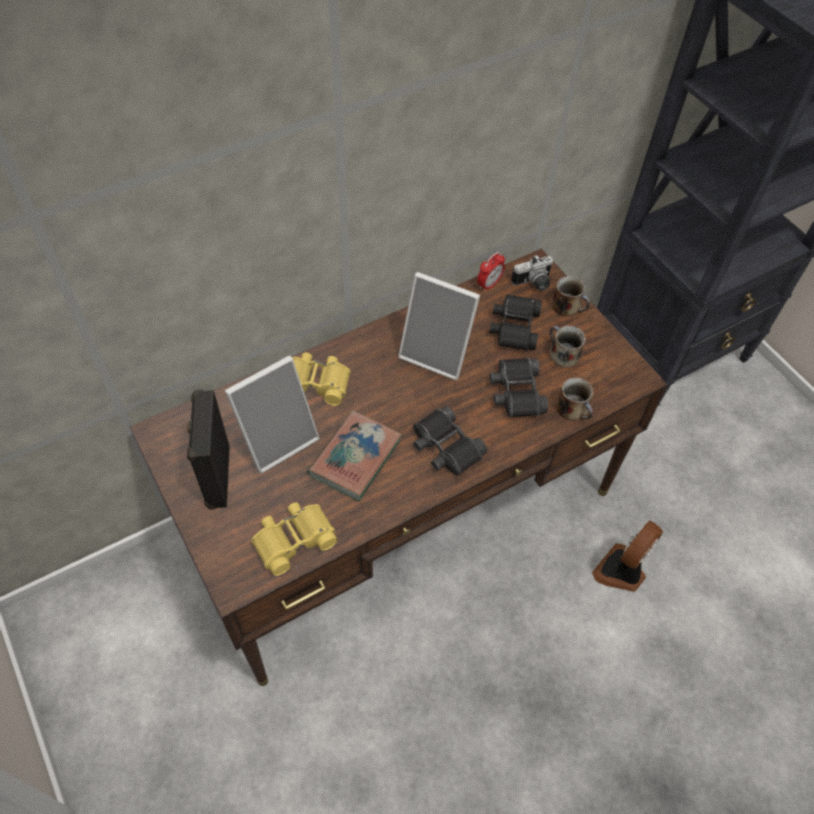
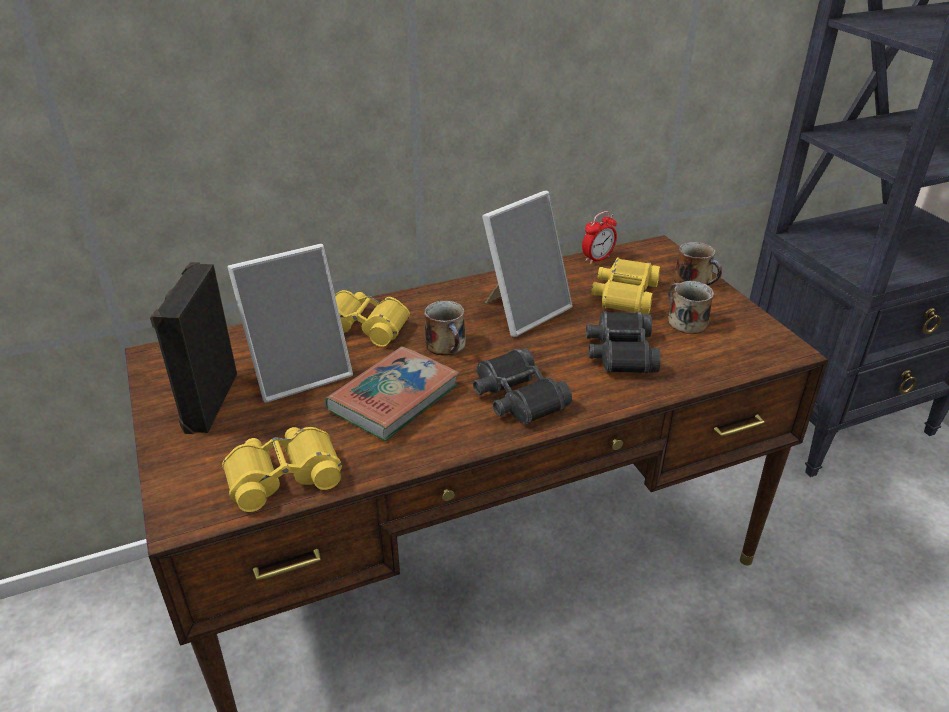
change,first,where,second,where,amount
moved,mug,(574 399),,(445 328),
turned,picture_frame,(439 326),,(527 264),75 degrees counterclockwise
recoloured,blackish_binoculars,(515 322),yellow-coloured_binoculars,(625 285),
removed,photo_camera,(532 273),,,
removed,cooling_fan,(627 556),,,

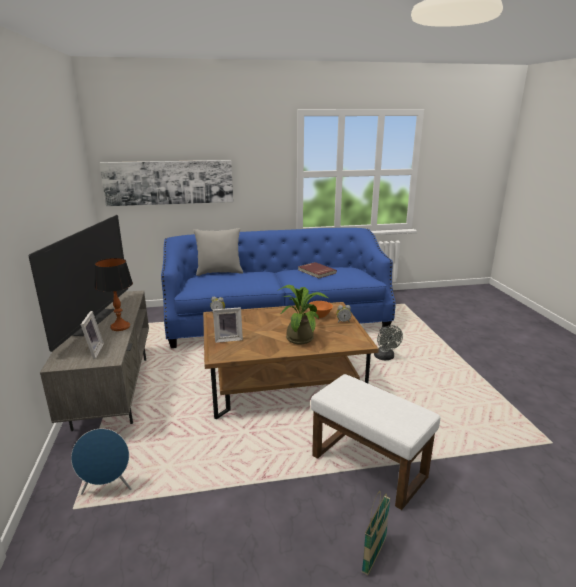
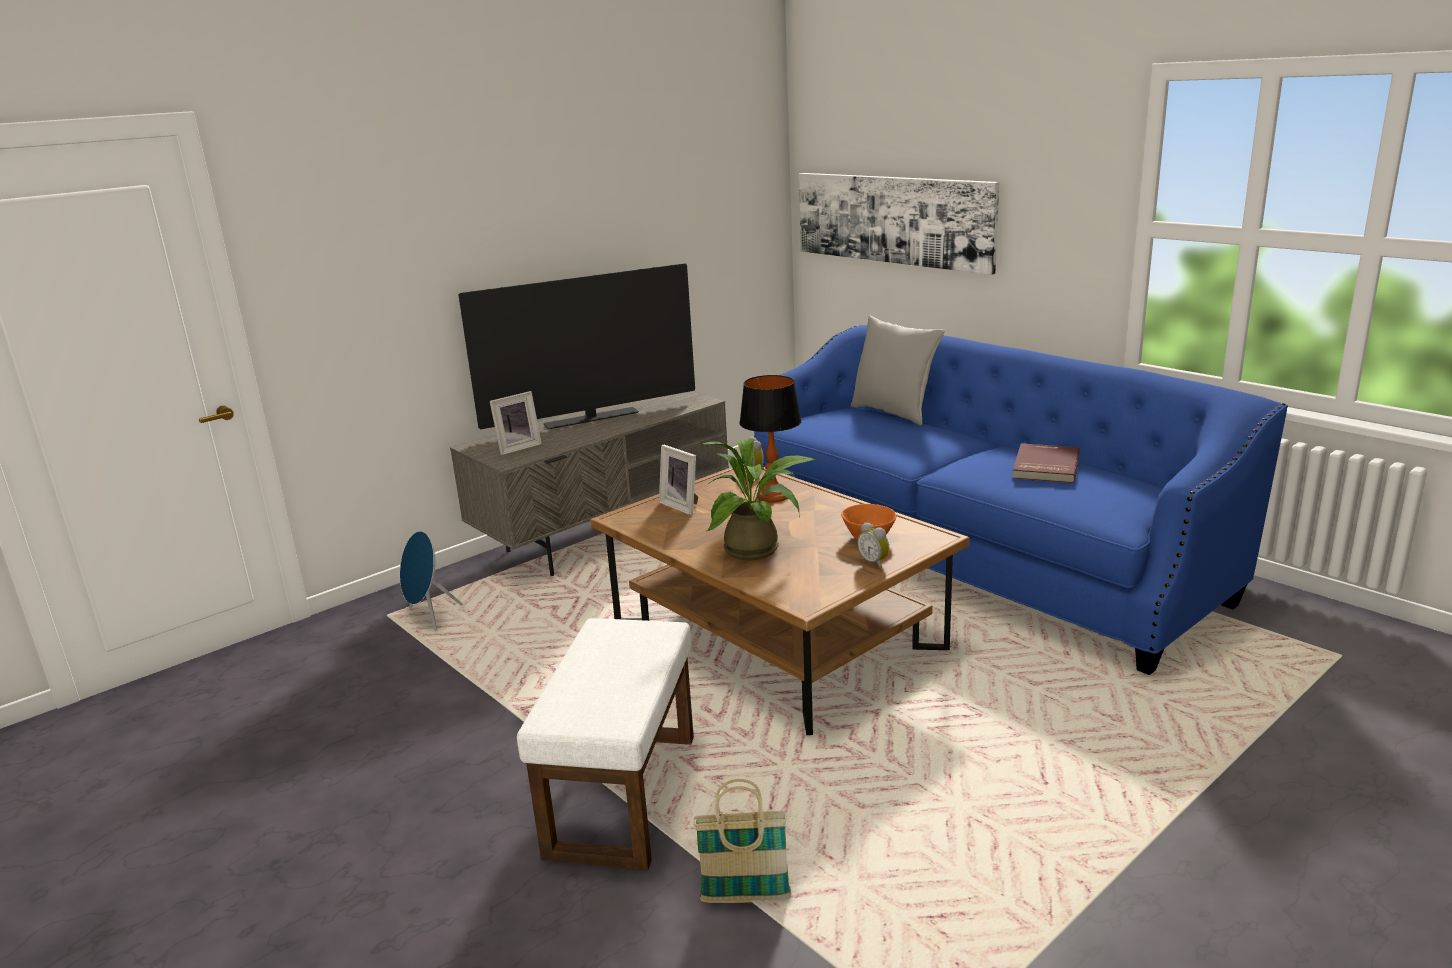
change,first,where,second,where,amount
moved,household_basket,(376 533),,(742 841),
moved,tabletop_lamp,(114 294),,(770 438),
removed,greyish_cooling_fan,(388 342),,,

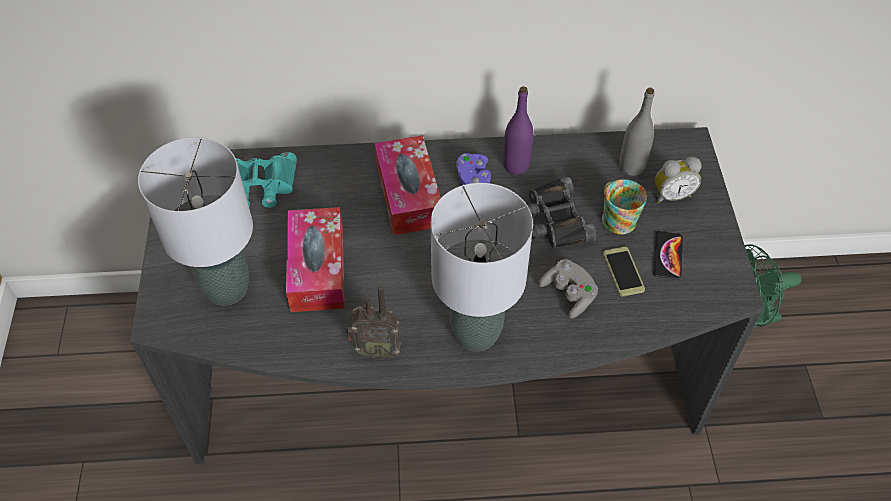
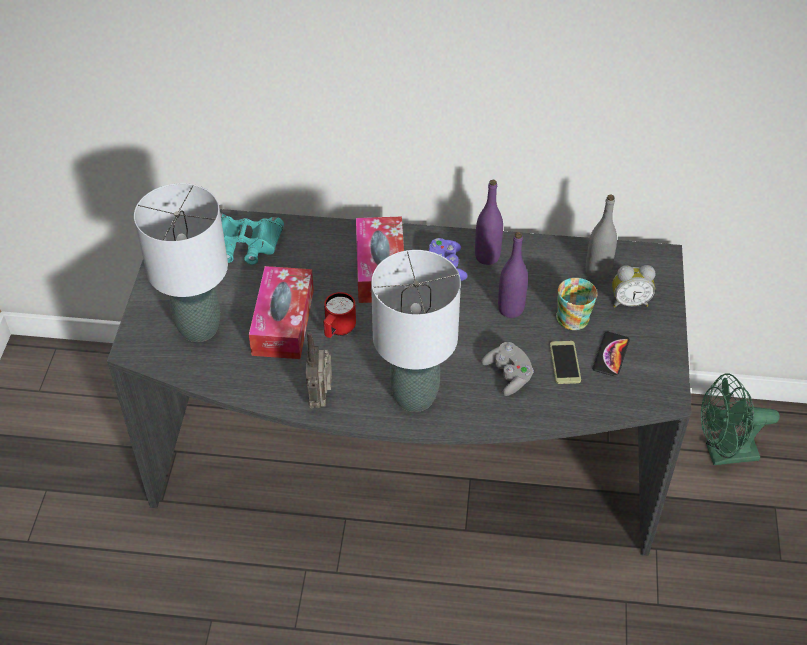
change,first,where,second,where,amount
turned,radio_set,(374 322),,(319 370),75 degrees clockwise
added,,,red-coloured_mug,(340 315),
replaced,blackish_binoculars,(561 212),purplish_beverage_bottle,(513 275),

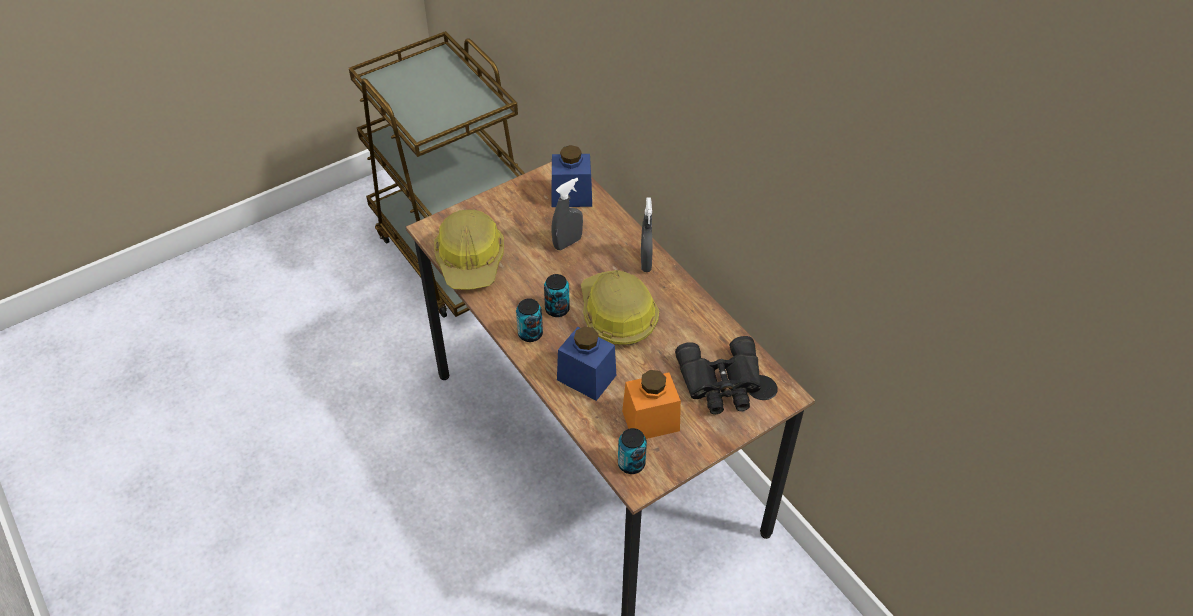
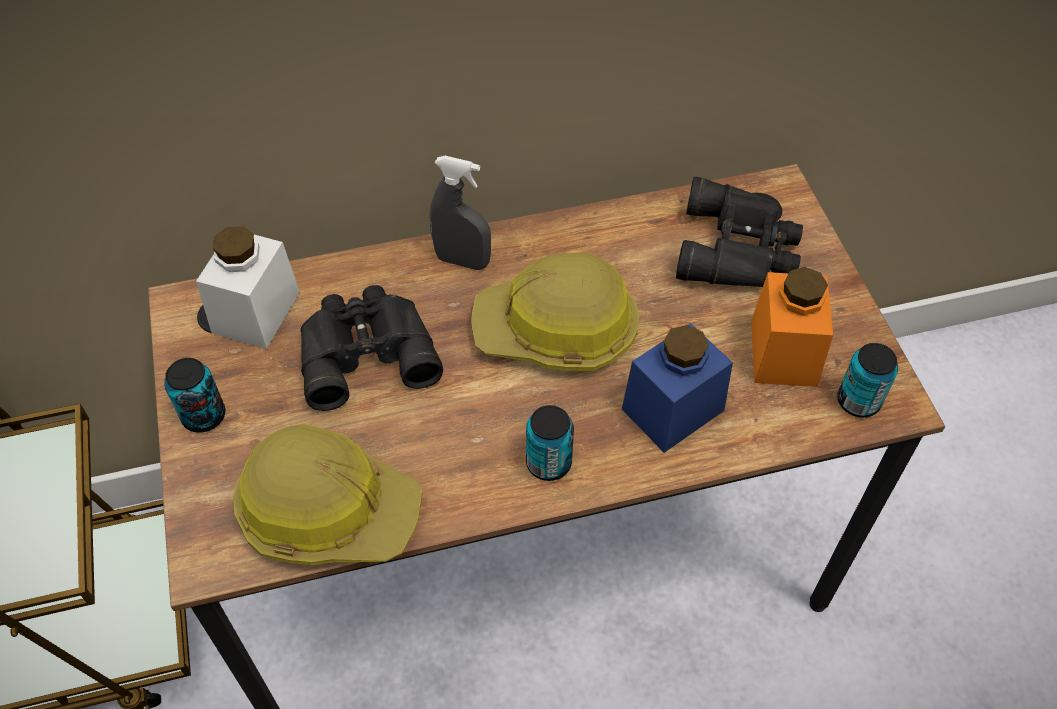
change,first,where,second,where,amount
moved,metal_can,(557 295),,(194 395),
recoloured,blue_storage_jar,(571 176),whitish_storage_jar,(248 287),
replaced,greyish_spray_bottle,(567 214),blackish_binoculars,(372 348),

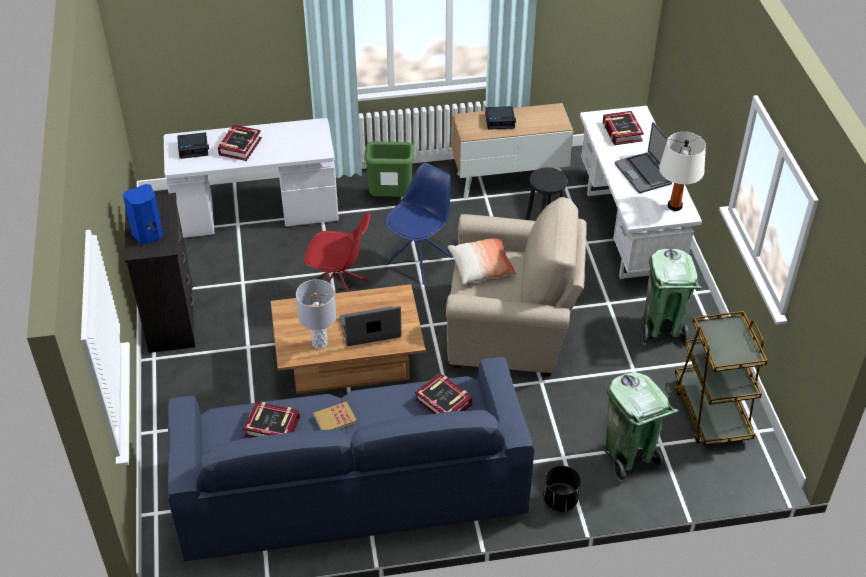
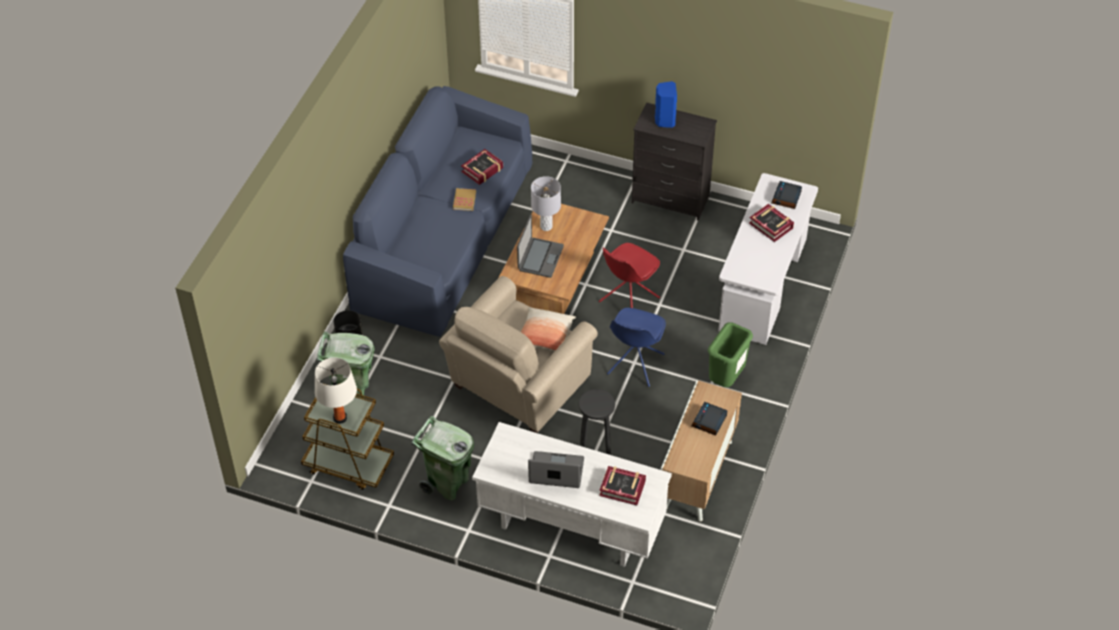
change,first,where,second,where,amount
moved,whitish_tabletop_lamp,(682 171),,(336 390),
turned,blue_plain_chair,(419 223),,(636 347),45 degrees clockwise
removed,book,(443 393),,,

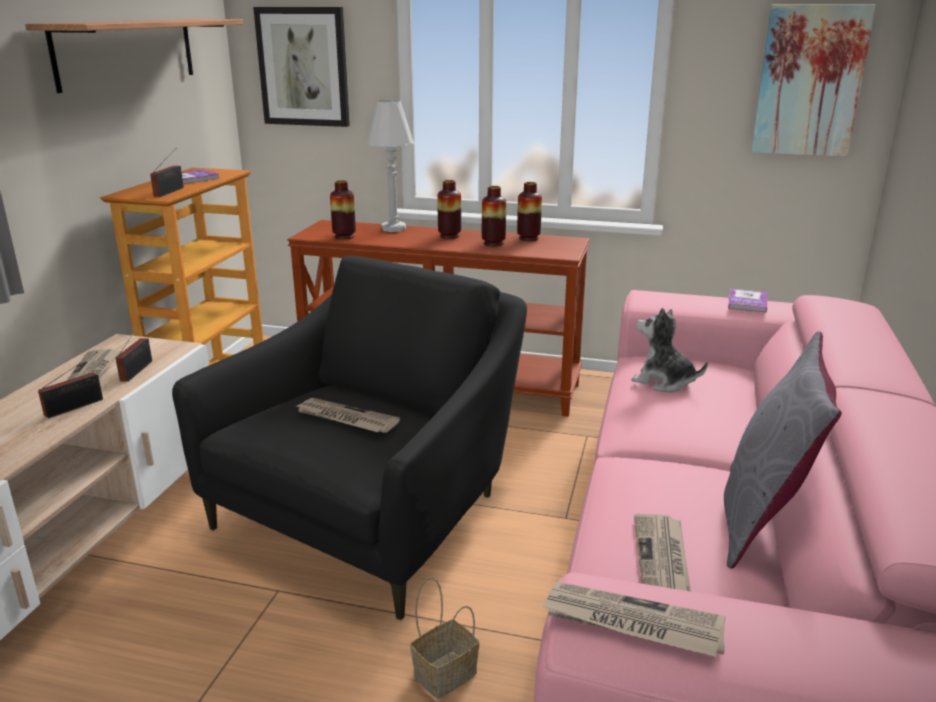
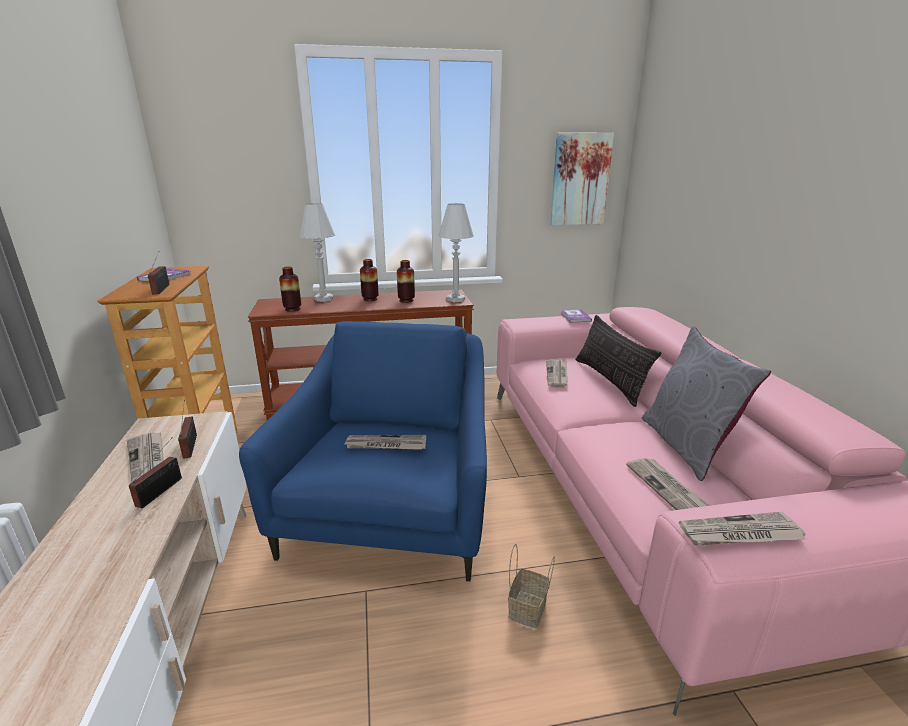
change,first,where,second,where,amount
recoloured,blackish_armchair,(349 438),blue_armchair,(363 451),
added,,,whitish_tabletop_lamp,(456 252),
replaced,plush_toy,(669 349),daily_paper,(557 373),
added,,,throw_pillow,(618 361),
removed,shelf,(134 56),,,
removed,wall_art,(301 67),,,
removed,vase,(529 211),,,

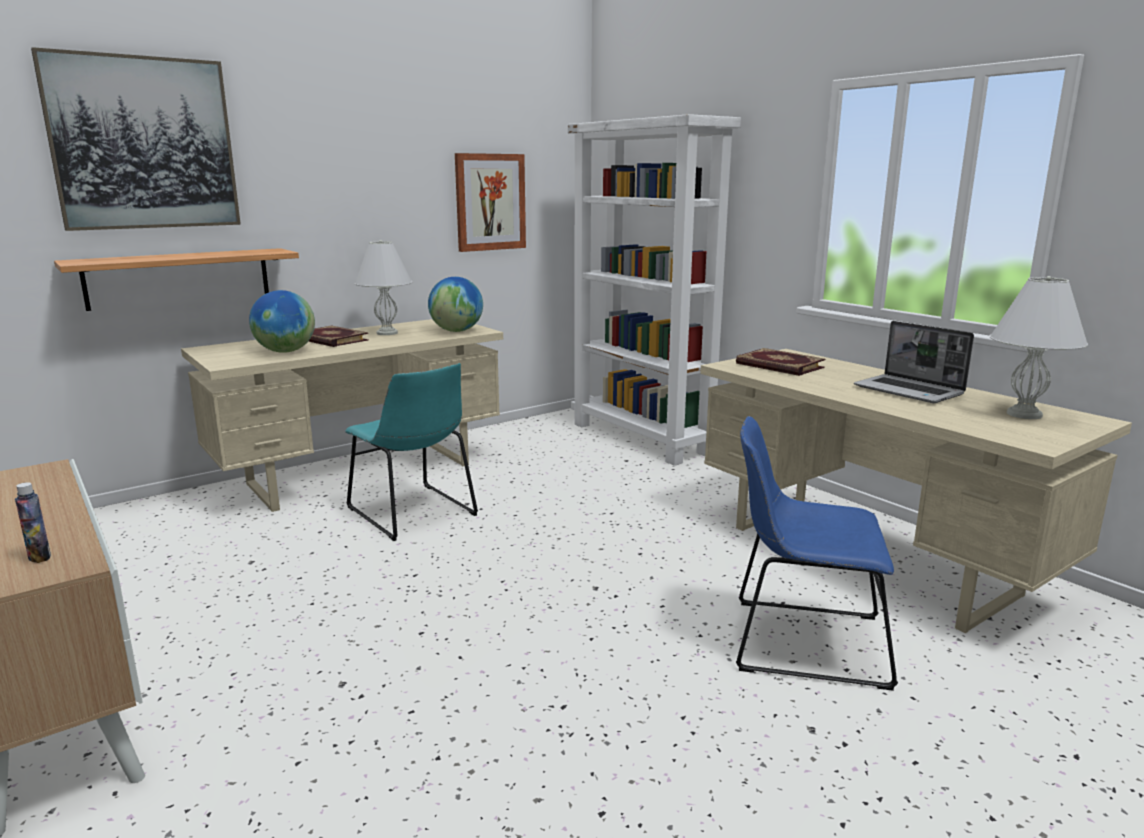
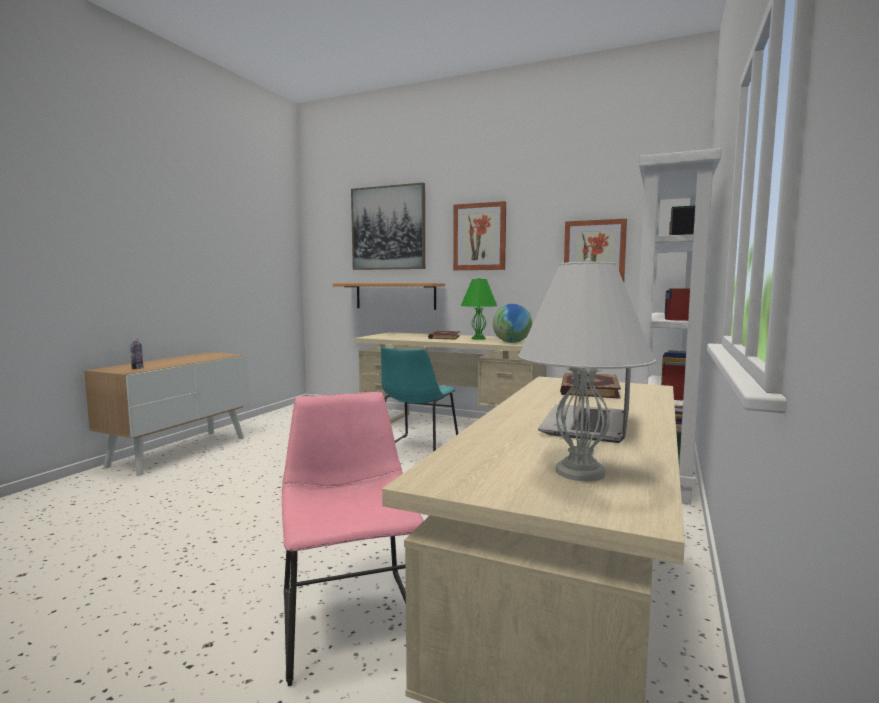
change,first,where,second,where,amount
recoloured,blue_plain_chair,(817 553),pink-coloured_plain_chair,(353 539),
added,,,wall_art,(479 235),
recoloured,whitish_tabletop_lamp,(383 287),green_tabletop_lamp,(479 309),
removed,desk_globe,(282 321),,,

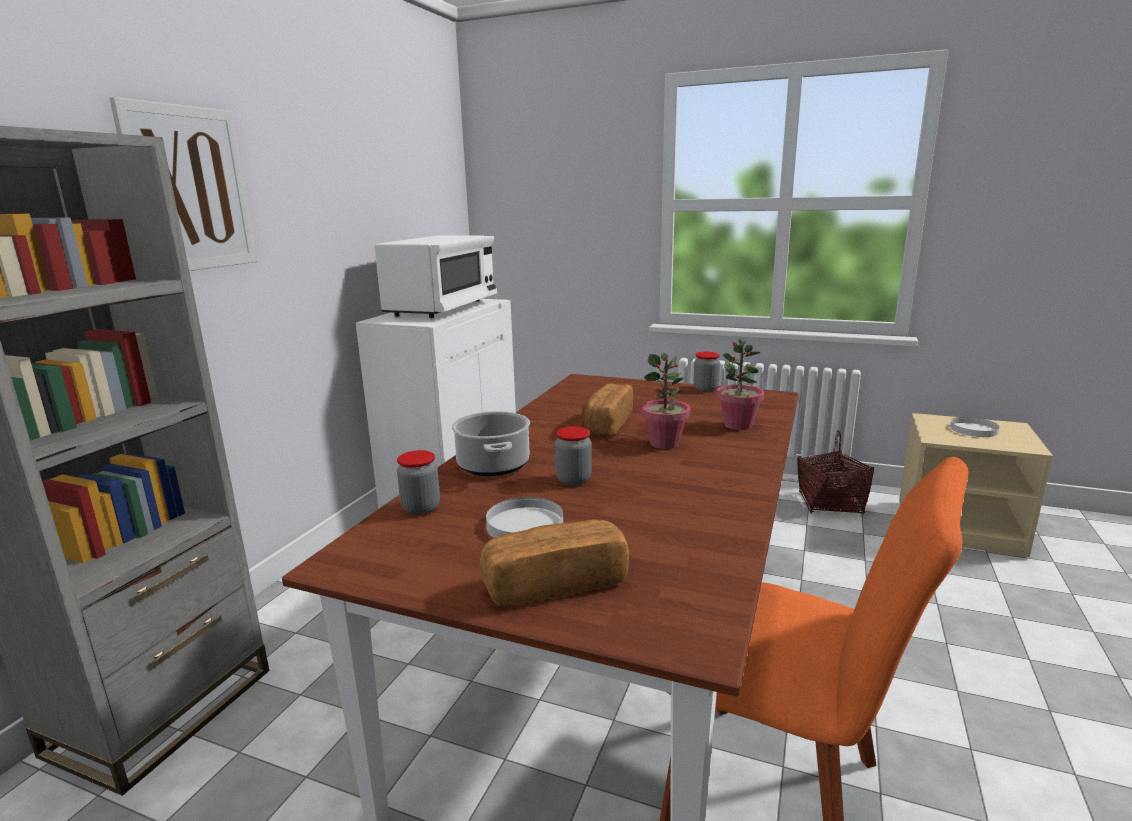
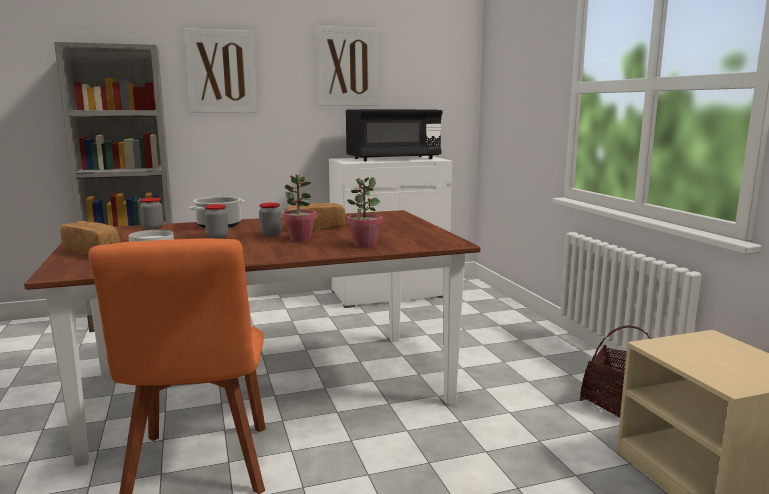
change,first,where,second,where,amount
moved,storage_jar,(707 372),,(270 219),
added,,,wall_art,(347 66),
recoloured,whitish_microwave,(436 277),blackish_microwave,(394 135),
removed,whitish_plate,(974 427),,,

